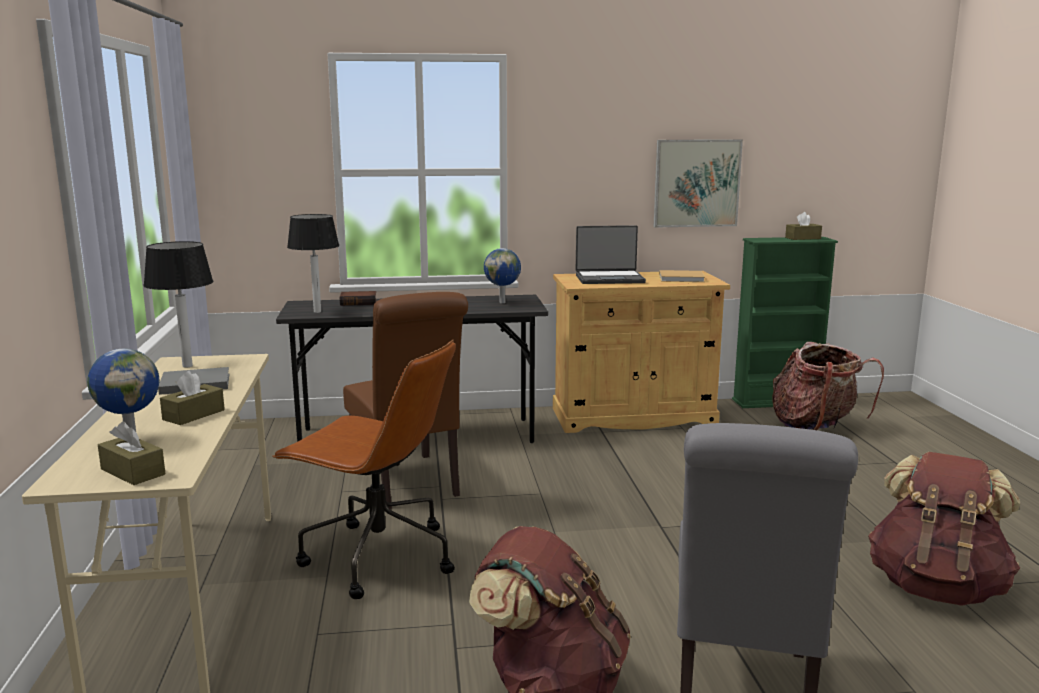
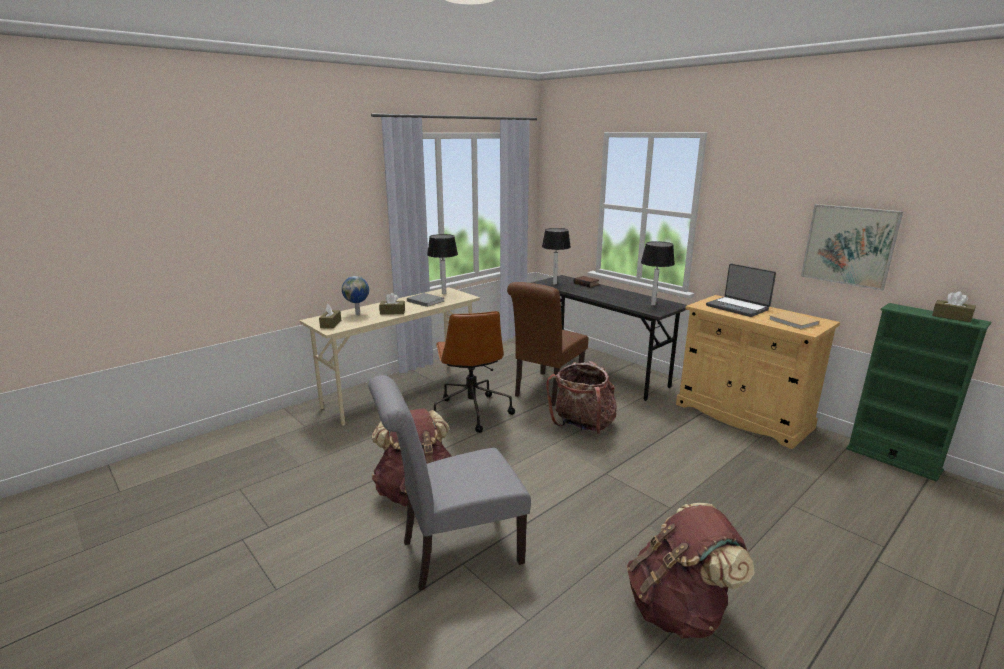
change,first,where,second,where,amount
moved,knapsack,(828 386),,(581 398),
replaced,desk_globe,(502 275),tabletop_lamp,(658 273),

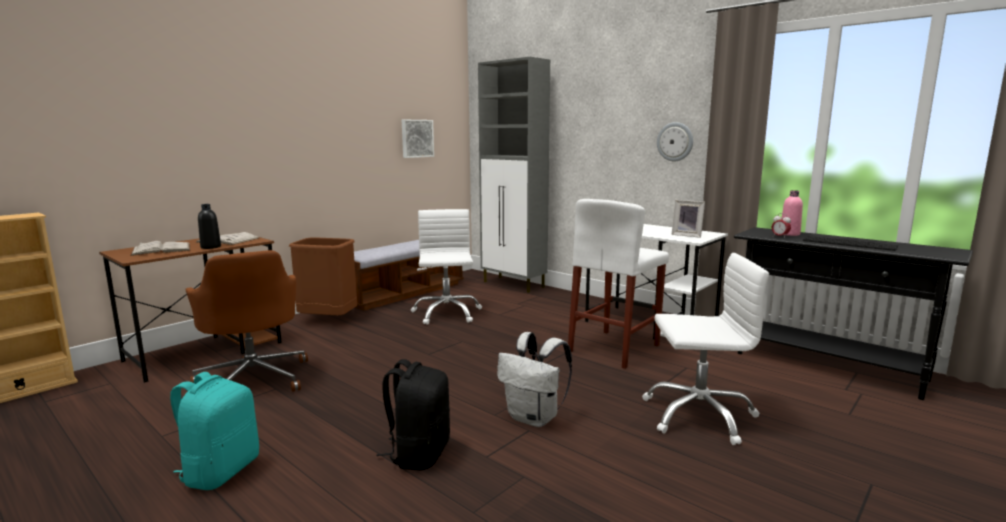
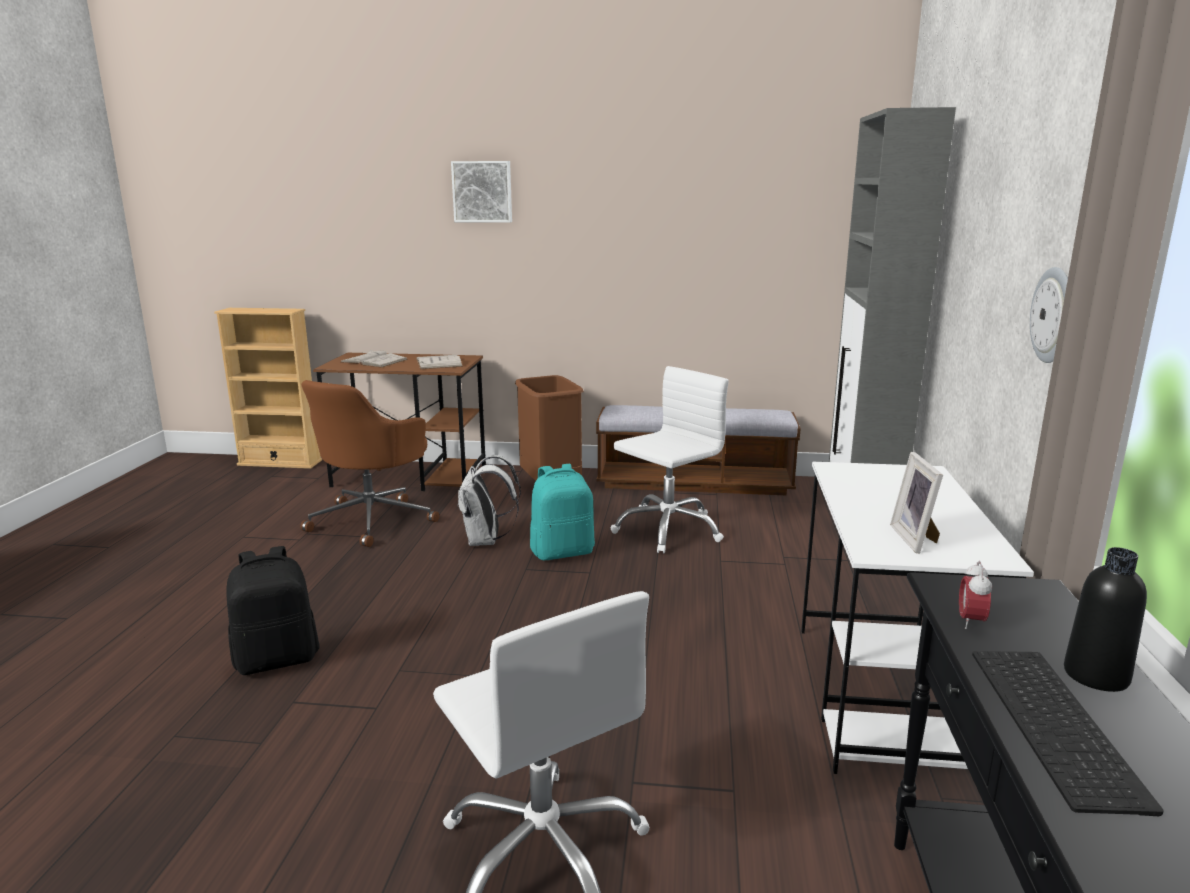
change,first,where,second,where,amount
moved,wall_art,(418 139),,(481 192),
moved,whitish_knapsack,(534 379),,(489 500),
moved,turquoise_knapsack,(214 431),,(562 512),
moved,blackish_beverage_bottle,(209 226),,(1105 619),
removed,whitish_stool,(618 284),,,
removed,pink-coloured_beverage_bottle,(792 213),,,

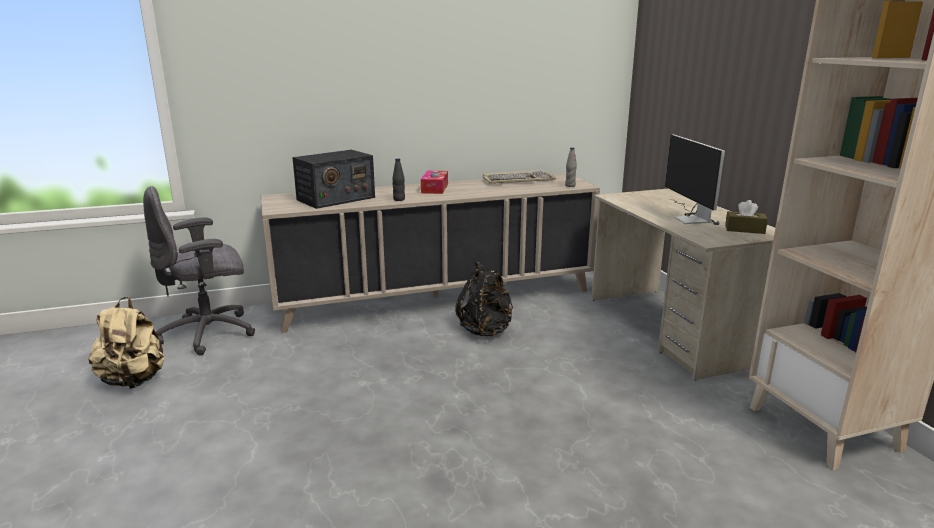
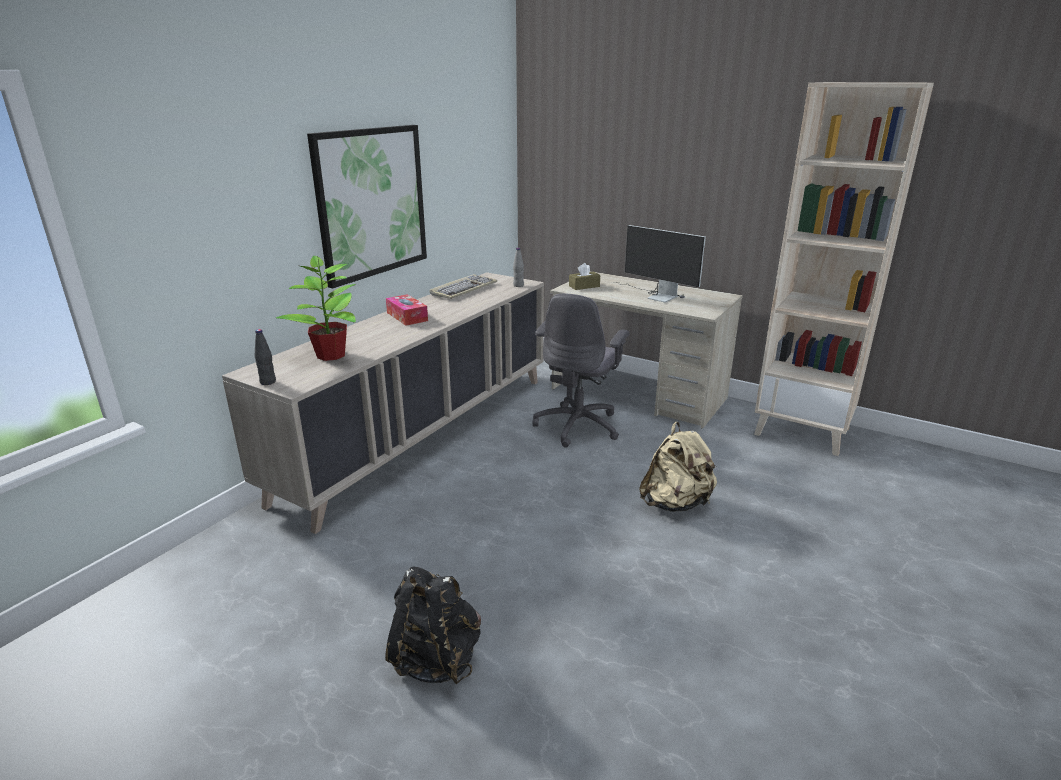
change,first,where,second,where,amount
moved,blackish_beverage_bottle,(398 179),,(265 357),
replaced,radio_set,(333 179),potted_plant,(316 308),
added,,,wall_art,(367 206),
moved,blackish_knapsack,(484 298),,(433 625),
moved,greyish_computer_chair,(199 270),,(581 371),
moved,brown-coloured_box_of_tissues,(746 217),,(584 276),
moved,beige_knapsack,(126 343),,(678 467),

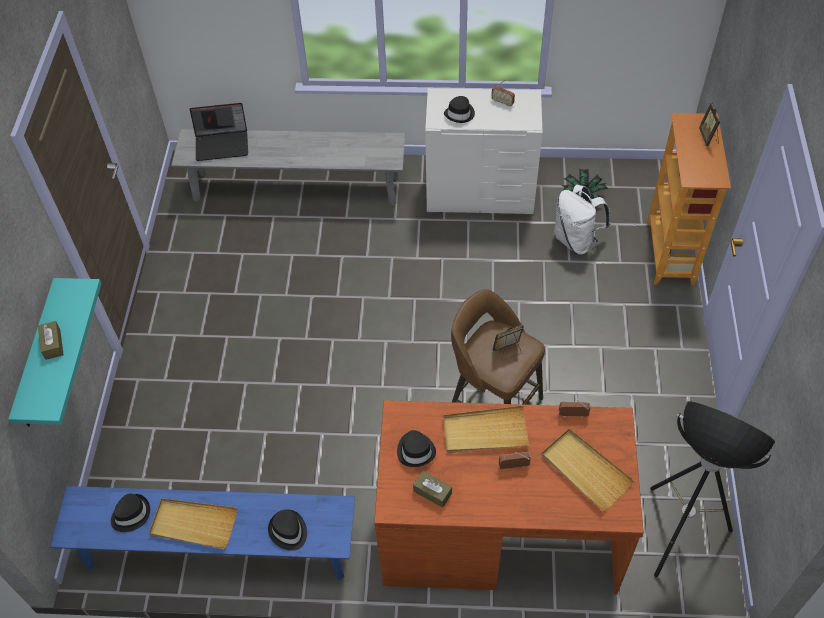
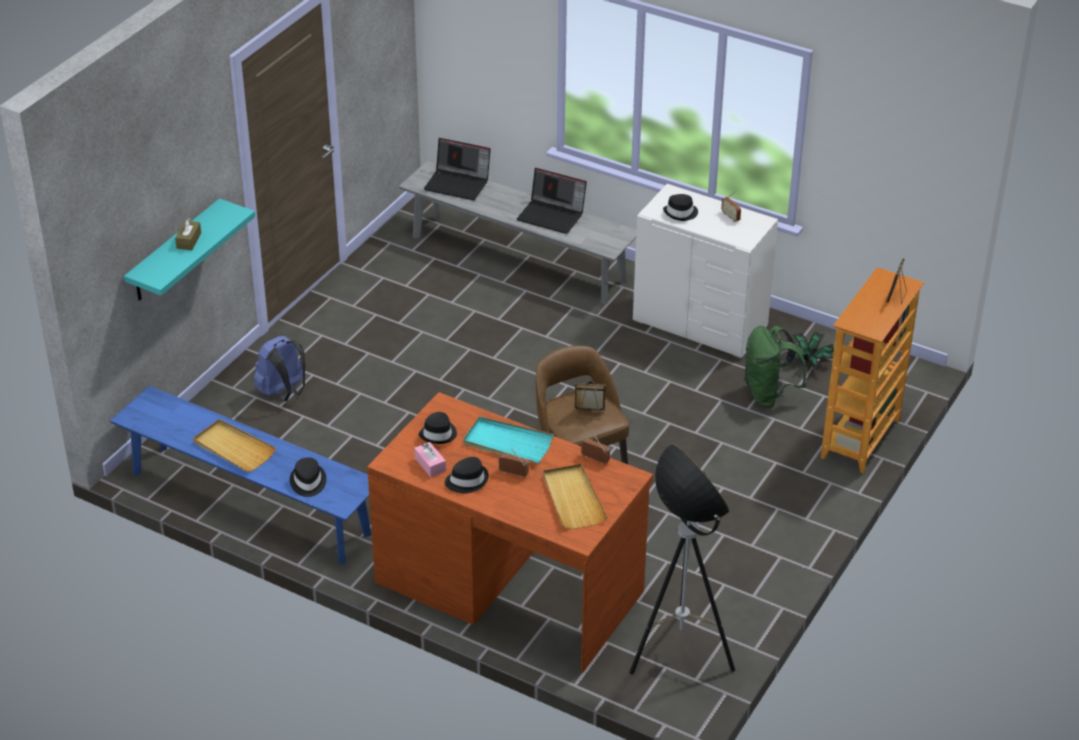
change,first,where,second,where,amount
added,,,blue_knapsack,(279 368),
recoloured,brown-coloured_box_of_tissues,(432 489),pink-coloured_box_of_tissues,(430 459),
moved,blackish_wearable_hat,(130 512),,(467 475),
recoloured,beige_carrying_tray,(486 429),turquoise_carrying_tray,(508 440),
added,,,notebook_computer,(552 201),
recoloured,whitish_knapsack,(582 220),green_knapsack,(775 367),

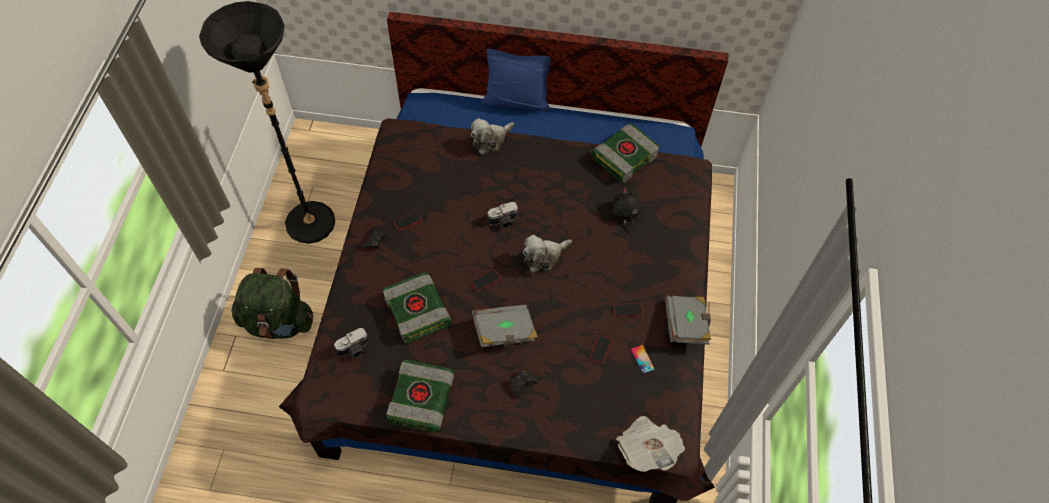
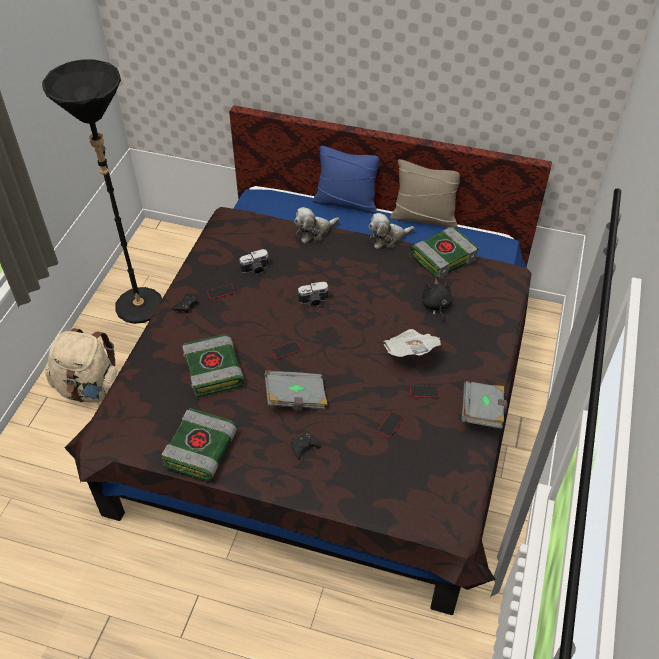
change,first,where,second,where,amount
recoloured,green_knapsack,(273 303),beige_knapsack,(82 365),
moved,photo_camera,(351 343),,(254 262),
moved,plush_toy,(547 254),,(391 231),
moved,daily_paper,(650 444),,(412 343),
added,,,beige_throw_pillow,(425 193),
removed,phone,(643 359),,,

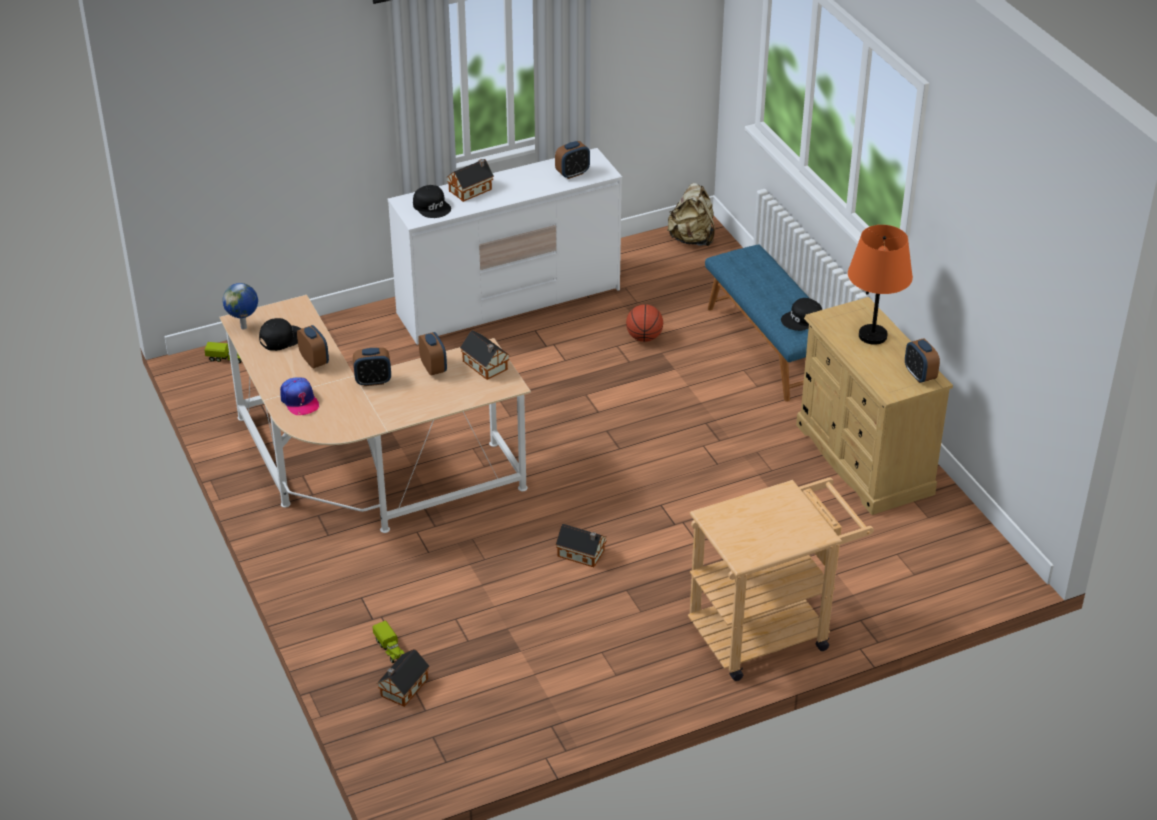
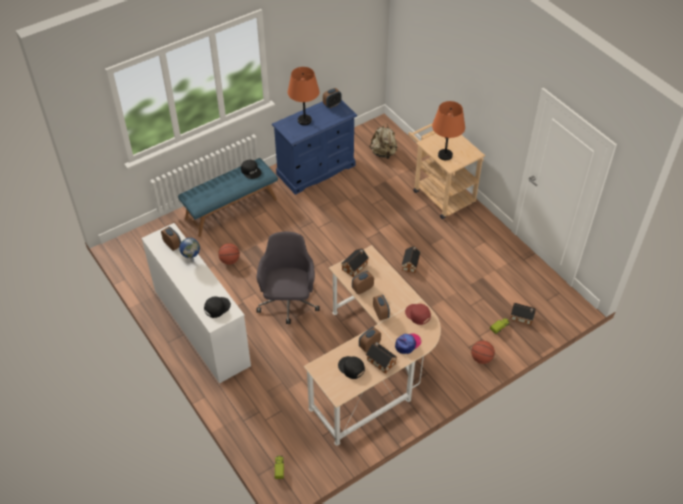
change,first,where,second,where,amount
moved,desk_globe,(240 306),,(189 250),
added,,,greyish_computer_chair,(288 278),
recoloured,beige_dresser,(874 406),blue_dresser,(314 147),
moved,toy_house,(470 180),,(381 358),
moved,beige_knapsack,(691 214),,(383 141),
added,,,red-coloured_peaked_cap,(418 314),
added,,,orange_tabletop_lamp,(448 130),
added,,,basketball_ball,(483 352),

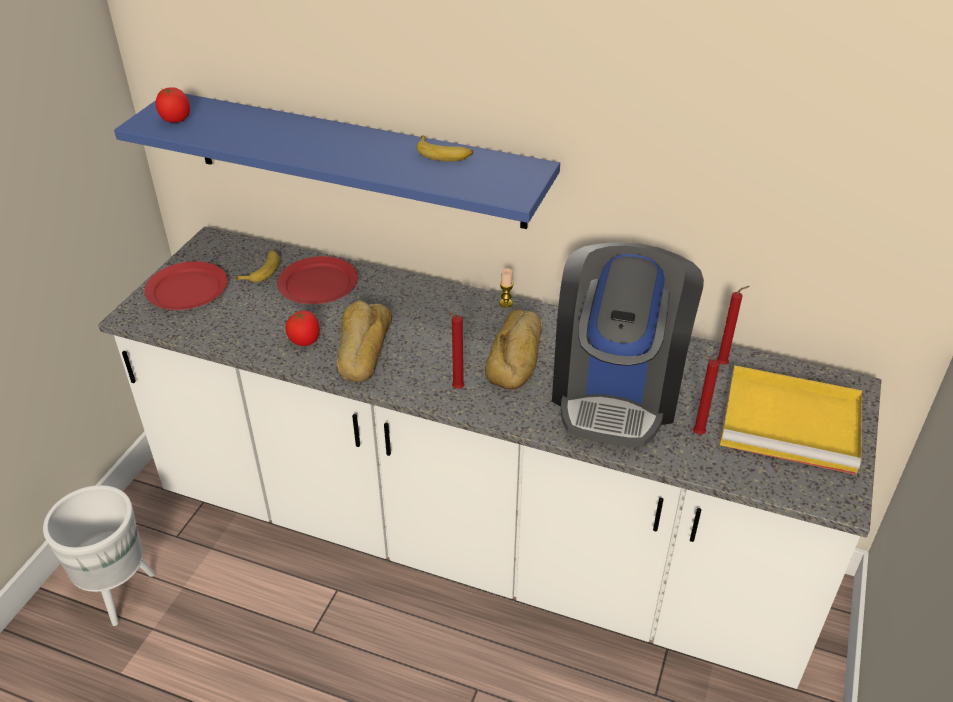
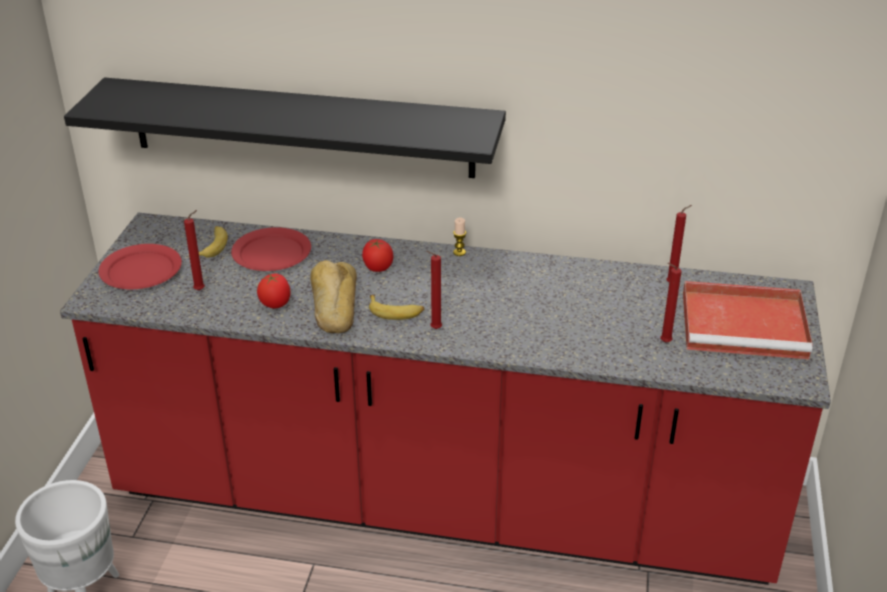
change,first,where,second,where,amount
recoloured,whitish_kitchen_counter,(489 457),red-coloured_kitchen_counter,(445 399),
recoloured,blue_shelf,(337 161),blackish_shelf,(285 128),
added,,,red-coloured_candle,(194 250),
moved,fresh_tomato,(172 105),,(377 255),
moved,banana,(444 148),,(396 307),
recoloured,yellow-coloured_carrying_tray,(791 420),red-coloured_carrying_tray,(748 320),
removed,bread,(514 349),,,
removed,coffee_brewer,(628 344),,,

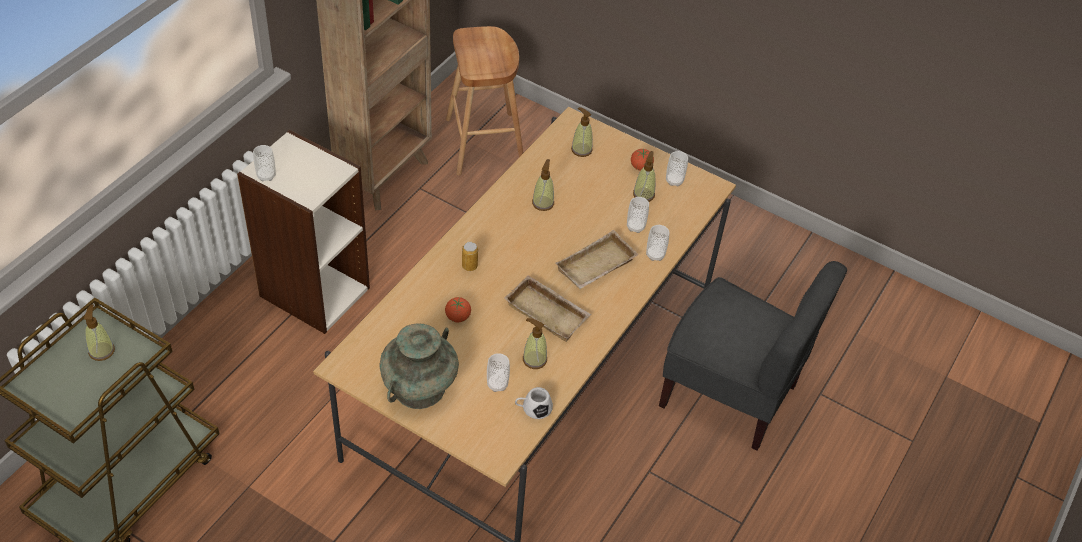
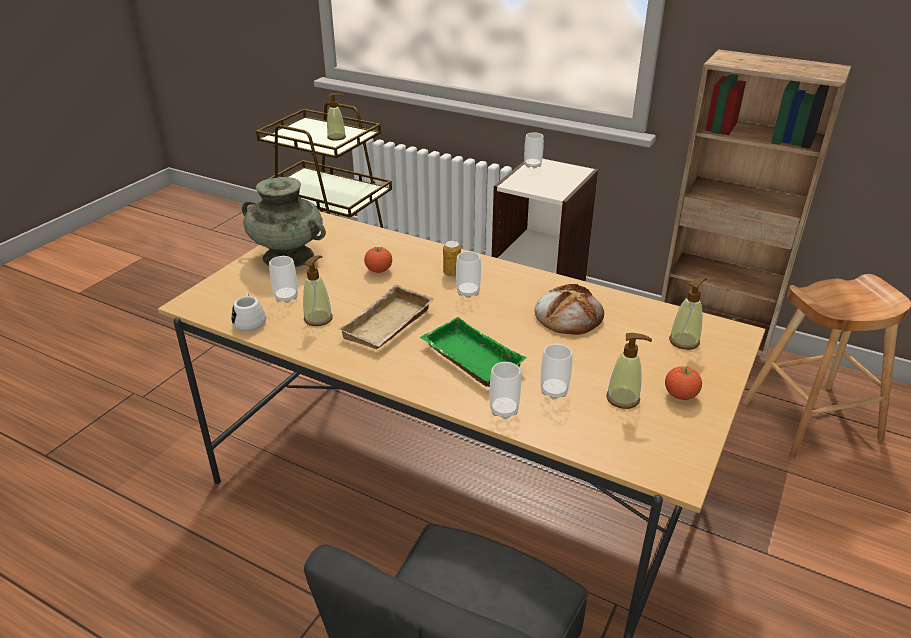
change,first,where,second,where,amount
recoloured,beige_carrying_tray,(597 259),green_carrying_tray,(473 352),
moved,small_cup,(677 168),,(468 274),
replaced,soap_dispenser,(543 185),bread,(569 309),

